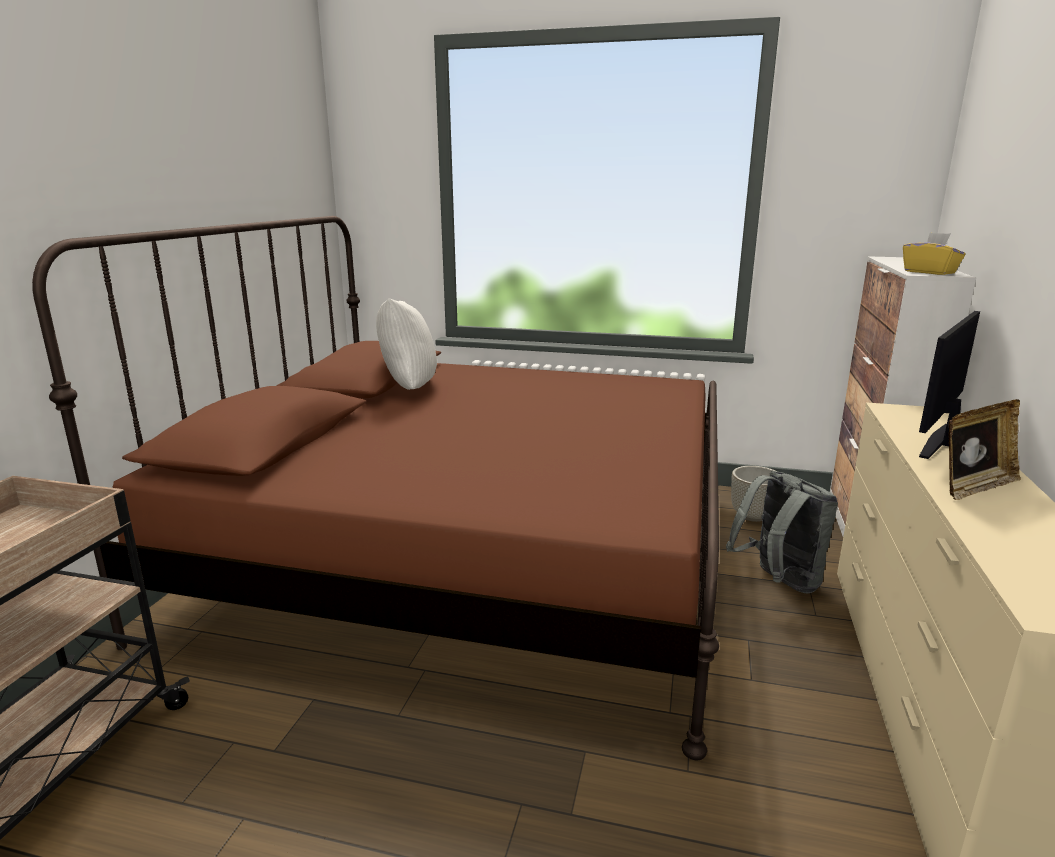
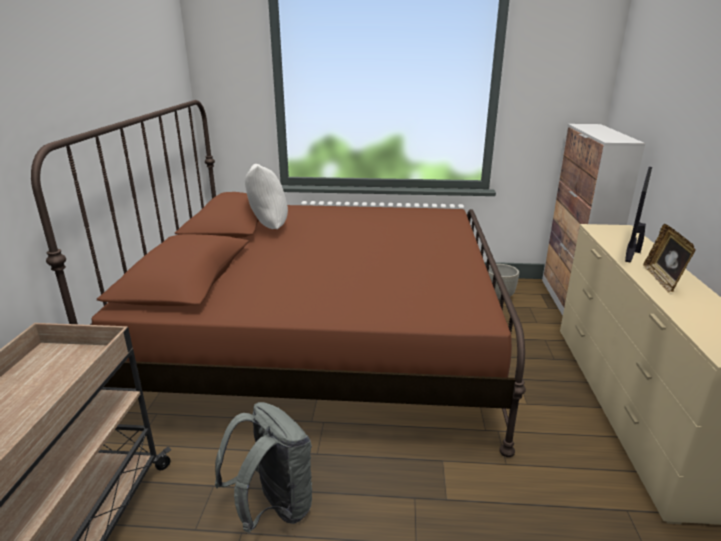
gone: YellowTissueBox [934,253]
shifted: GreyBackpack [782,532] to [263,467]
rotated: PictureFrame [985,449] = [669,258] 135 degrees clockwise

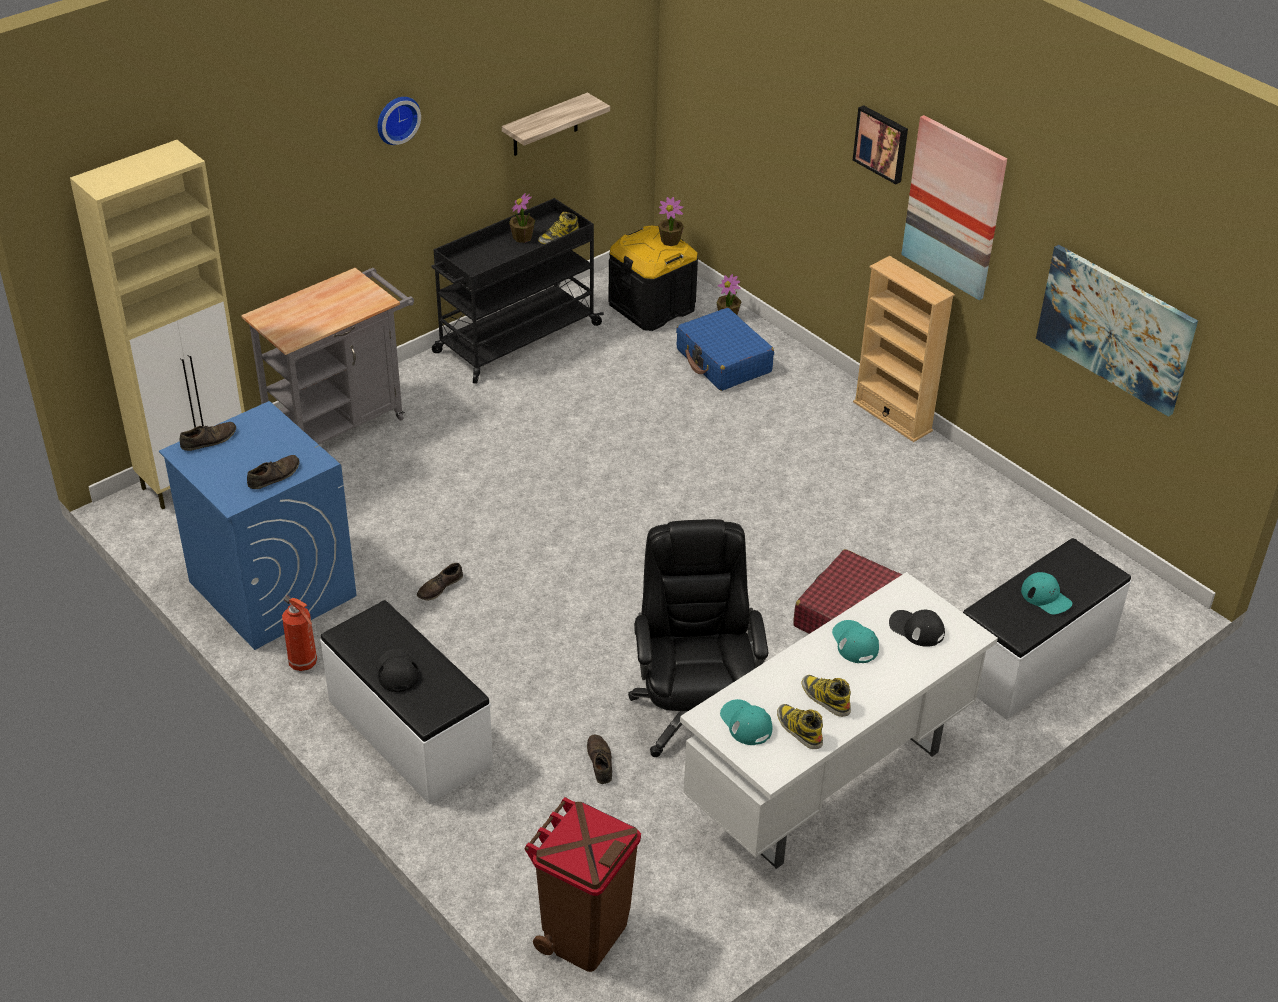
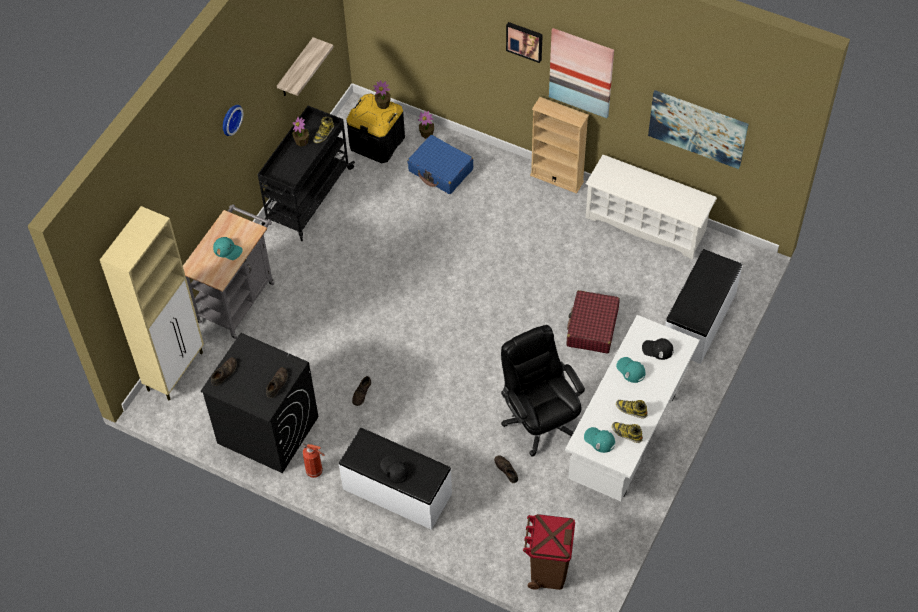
new: WhiteShoeRack [651,207]
shifted: TurquoiseCap [1046,593] to [228,248]
repainted: BlueWashingMachine [258,525] to BlackWashingMachine [259,403]

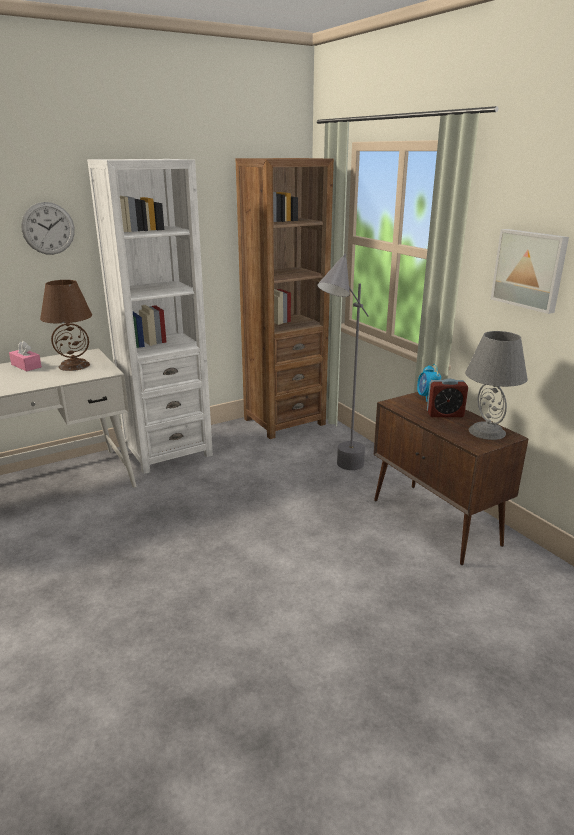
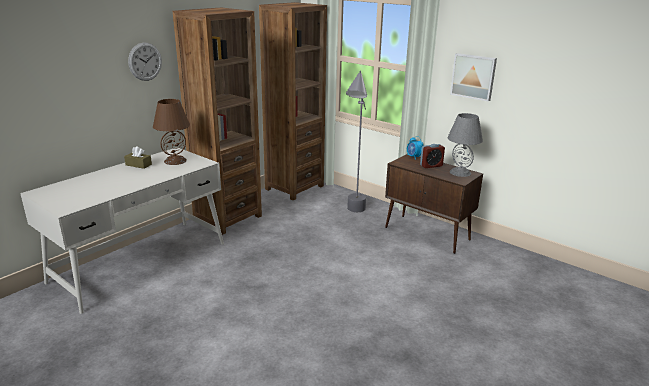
repainted: PinkTissueBox [25,356] to BrownTissueBox [138,157]; WhiteBookcase [150,316] to BrownBookcase [217,121]

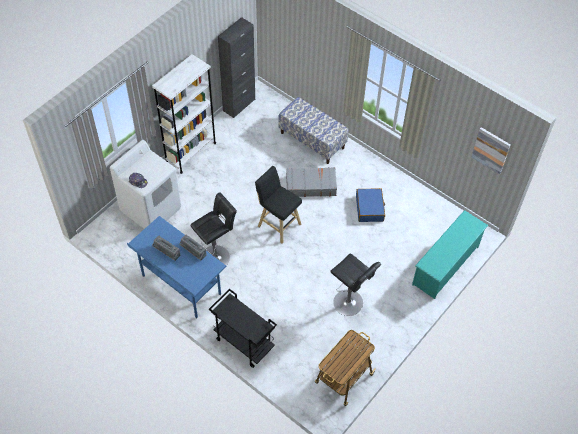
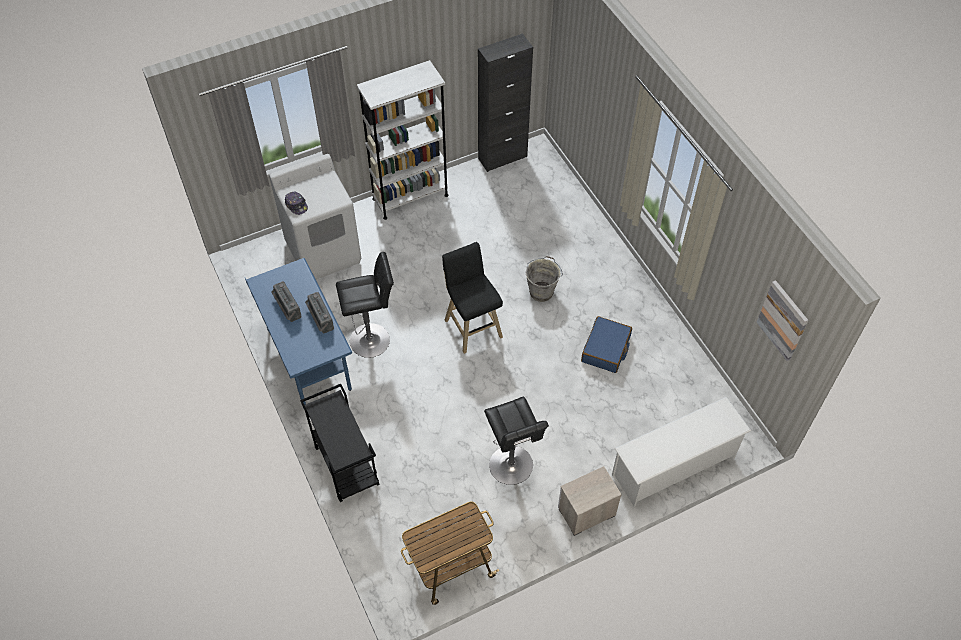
gone: Bench [313,130]
new: Nightstand [590,501]
swapped: GreySuitcase [311,182] to GreyBucket [544,279]
repainted: TurquoiseShoeRack [450,254] to WhiteShoeRack [681,451]

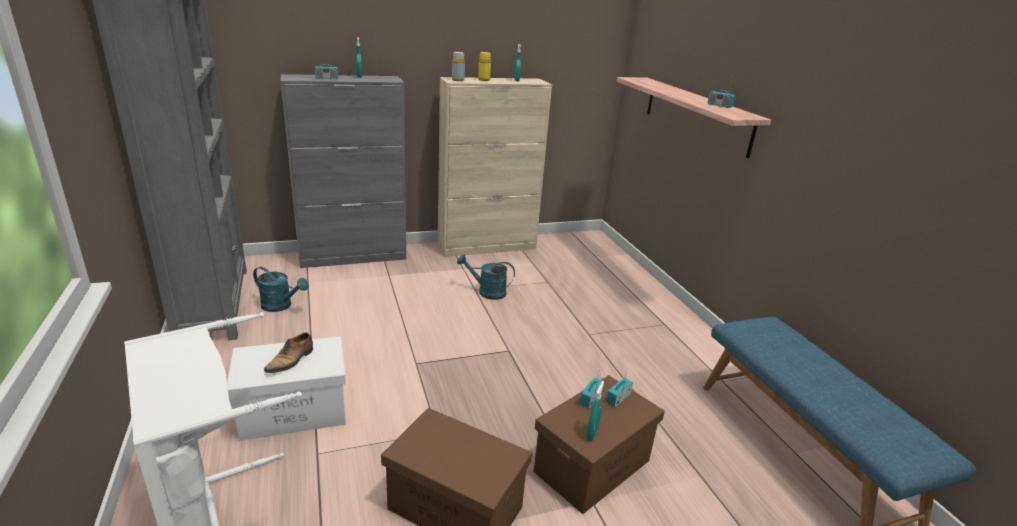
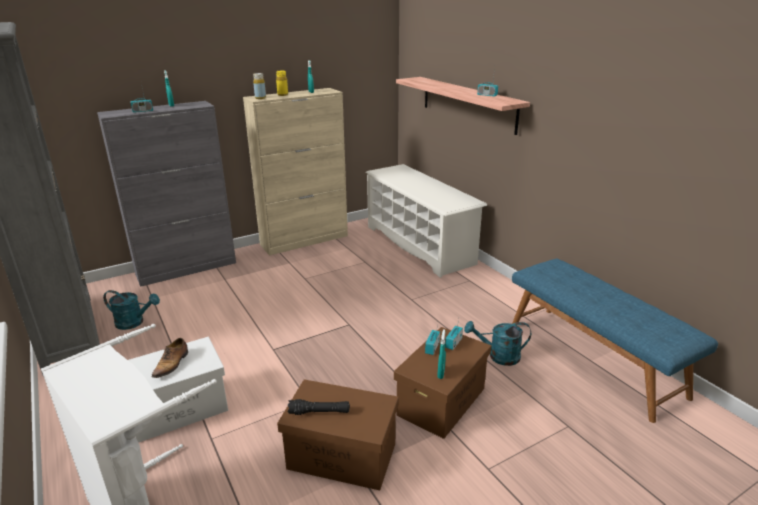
new: BlackFlashlight [319,407]; WhiteShoeRack [426,221]
shifted: TurquoiseWateringCan [486,277] to [497,343]

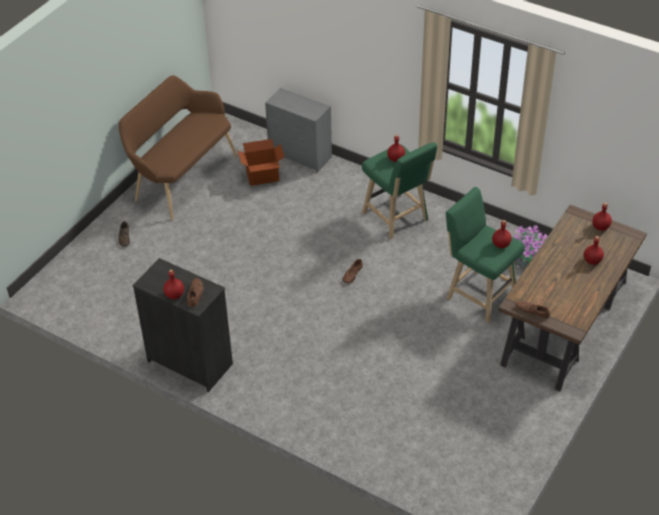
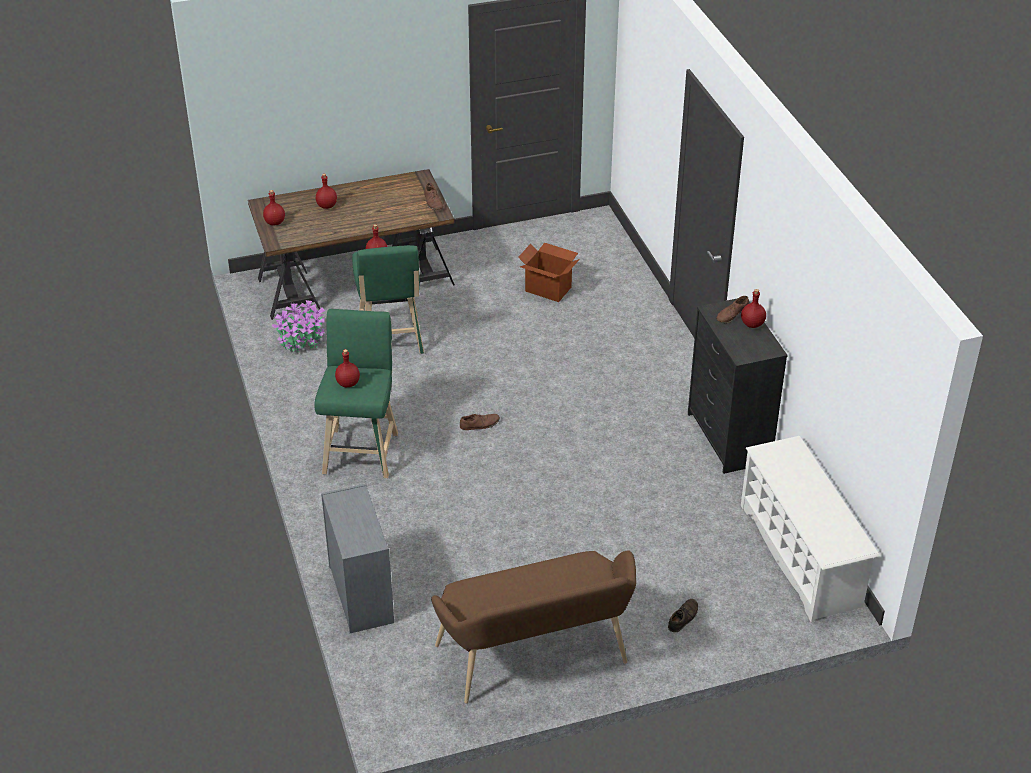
new: WhiteShoeRack [810,529]
shifted: CardboardBox [261,162] to [549,272]

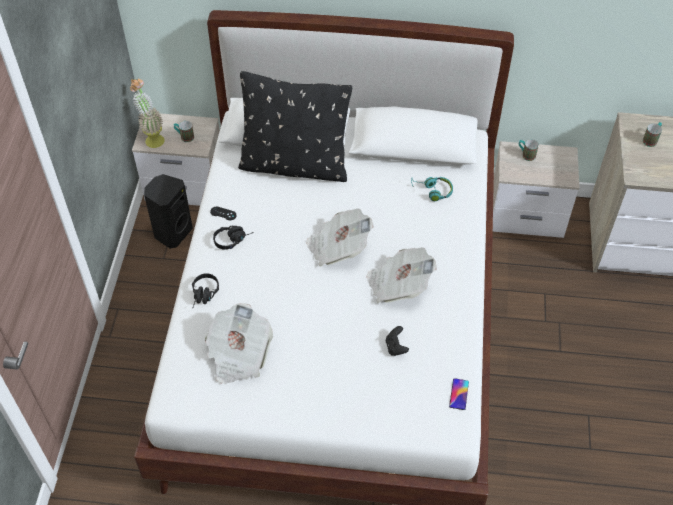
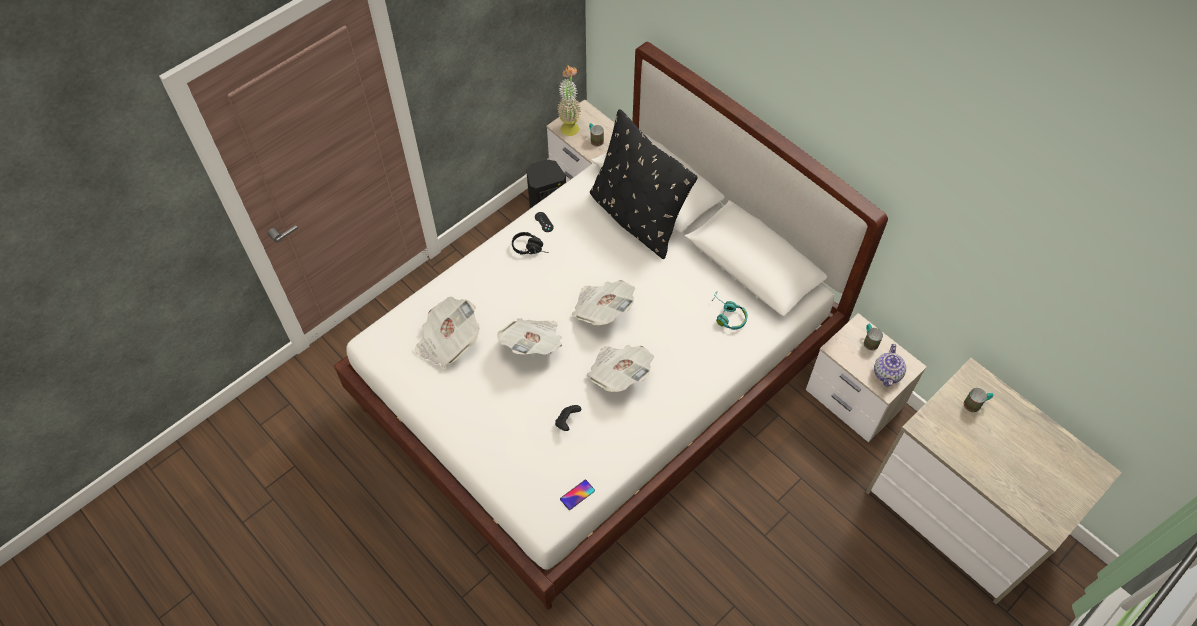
gone: BlackHeadphones [205,291]
new: Newspaper [529,336]; Teapot [890,365]

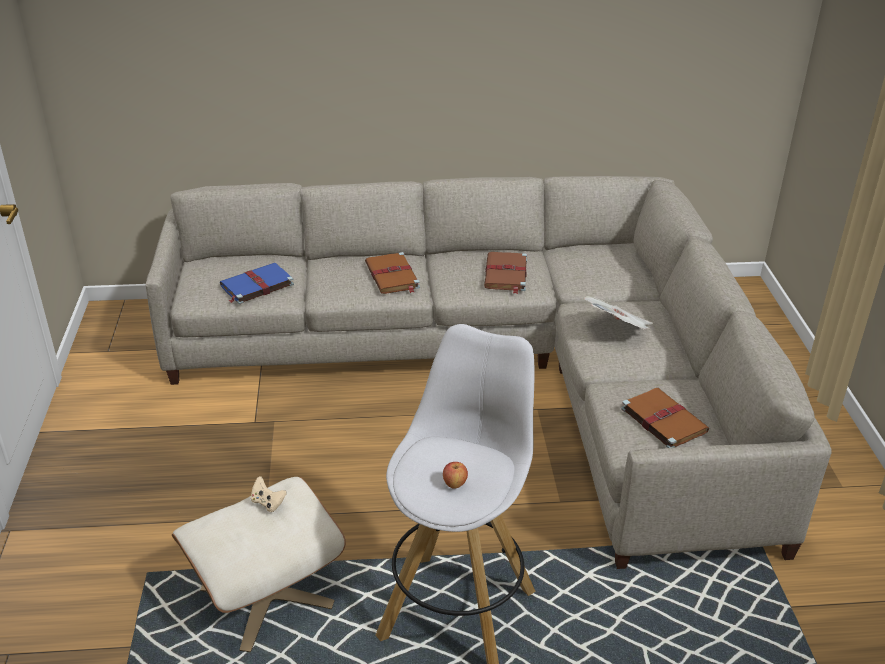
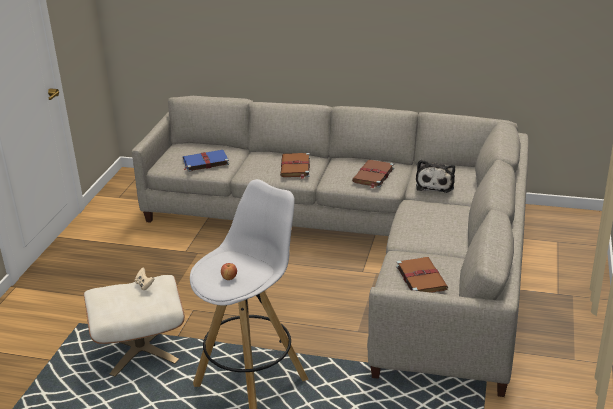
gone: Newspaper [618,313]
new: PlushToy [435,176]

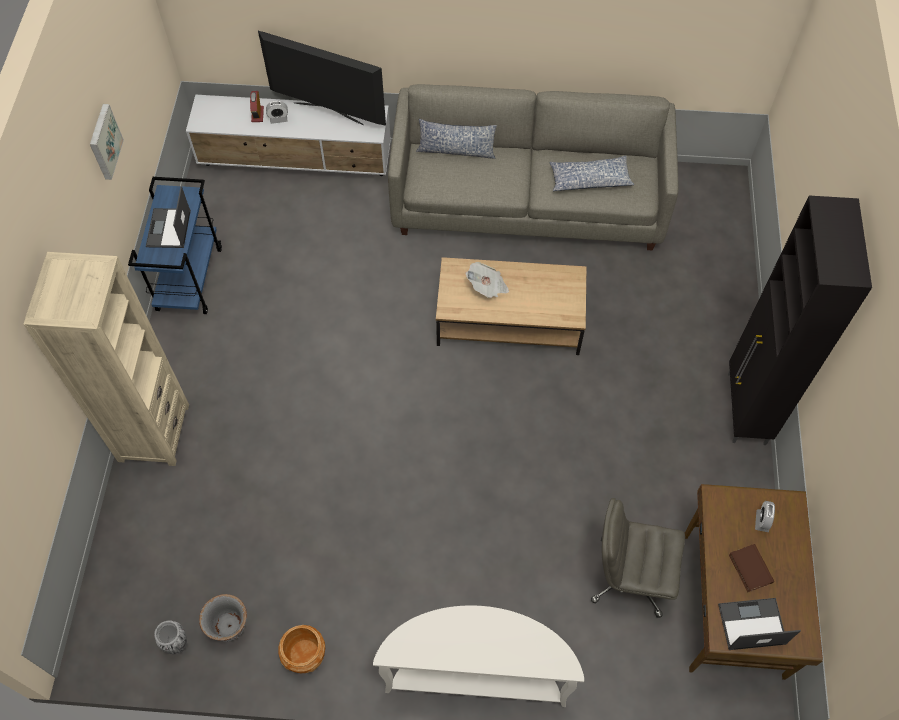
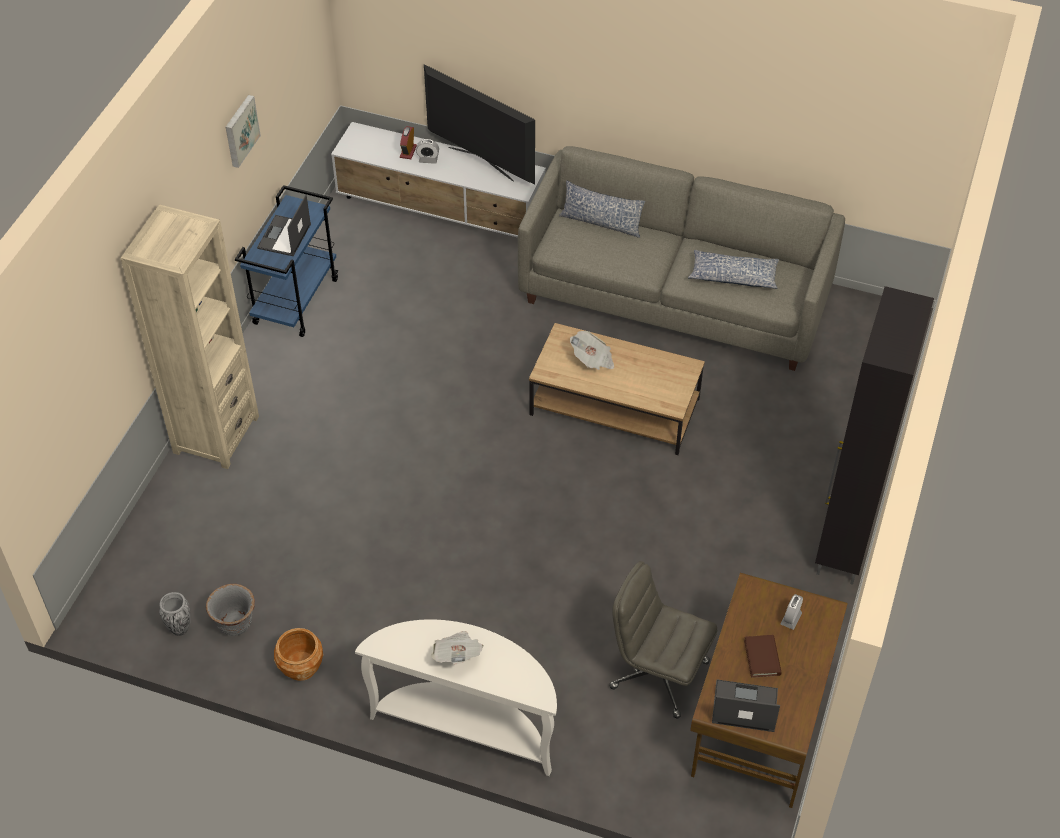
new: Newspaper [457,647]

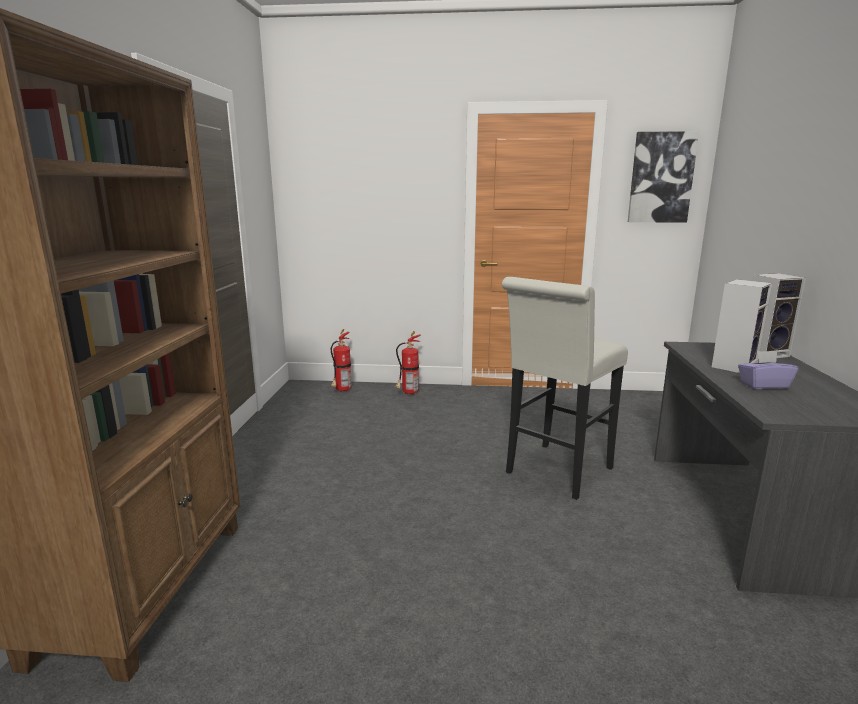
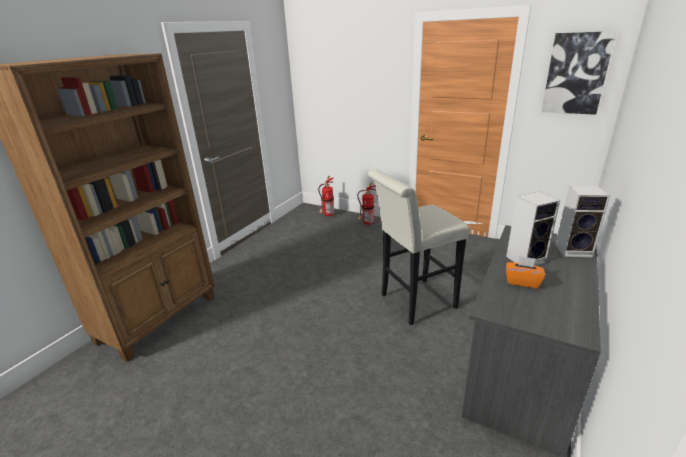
repainted: PurpleTissueBox [768,370] to OrangeTissueBox [526,272]

